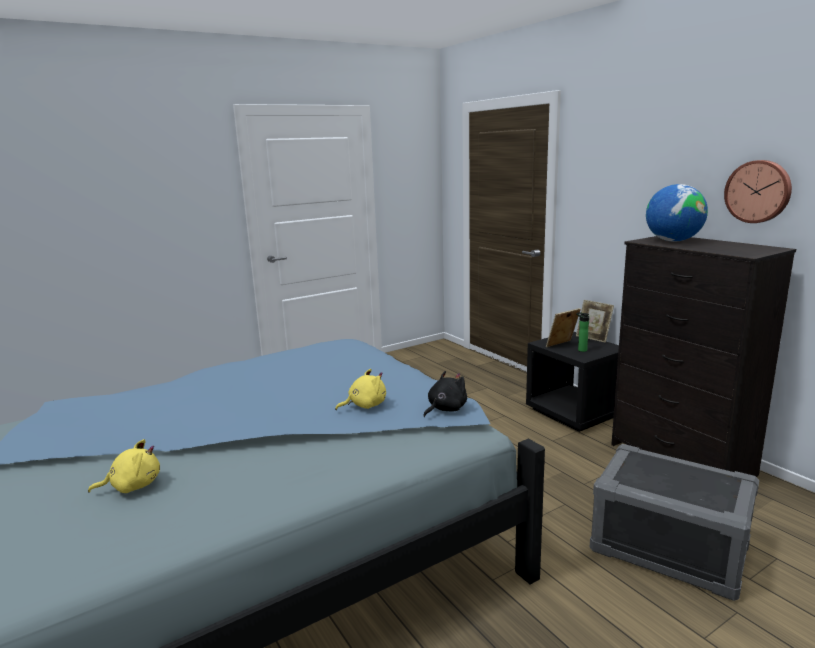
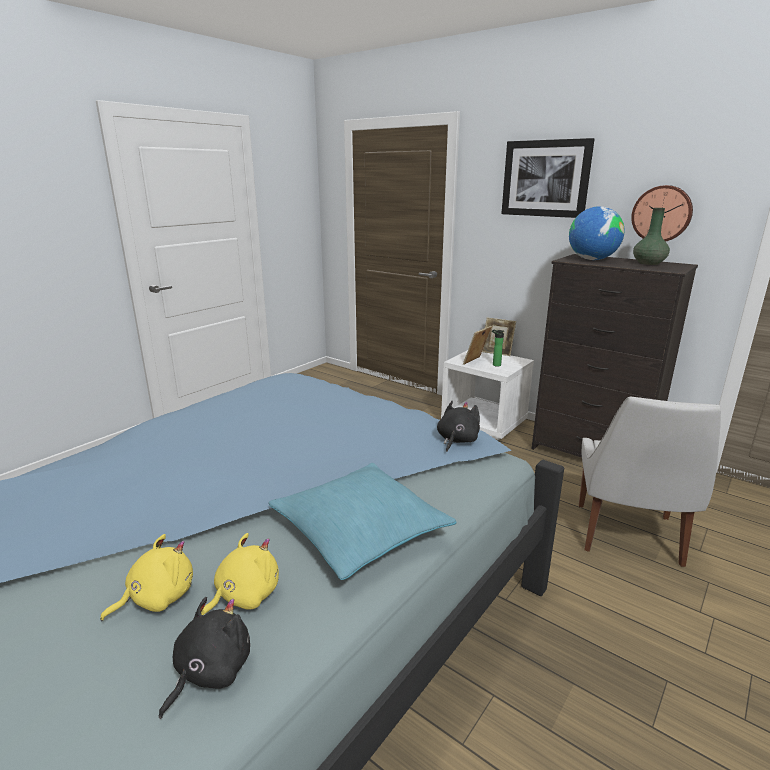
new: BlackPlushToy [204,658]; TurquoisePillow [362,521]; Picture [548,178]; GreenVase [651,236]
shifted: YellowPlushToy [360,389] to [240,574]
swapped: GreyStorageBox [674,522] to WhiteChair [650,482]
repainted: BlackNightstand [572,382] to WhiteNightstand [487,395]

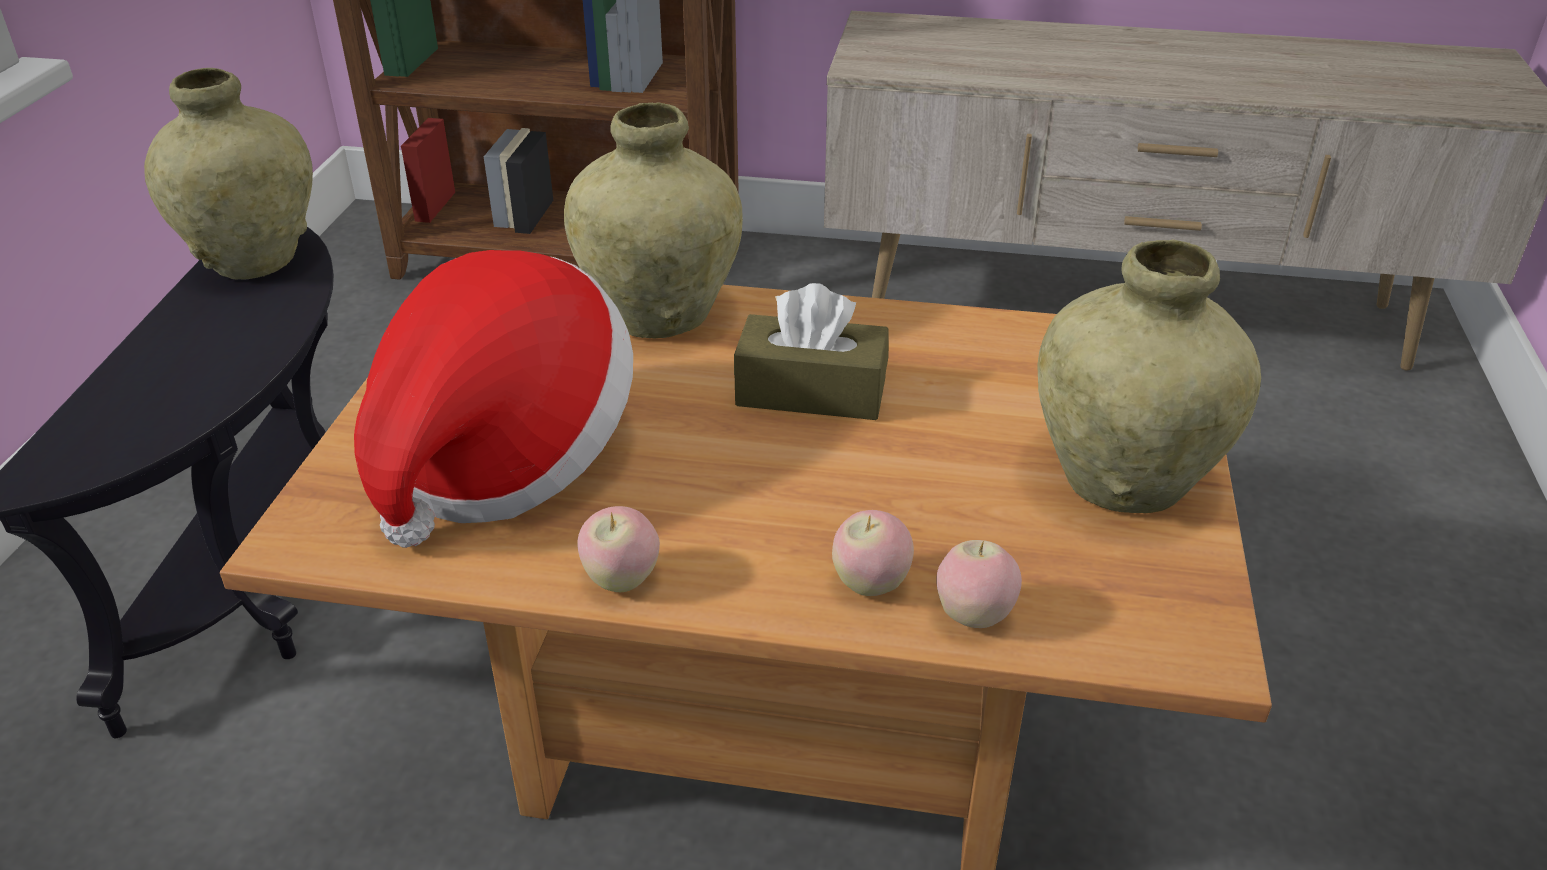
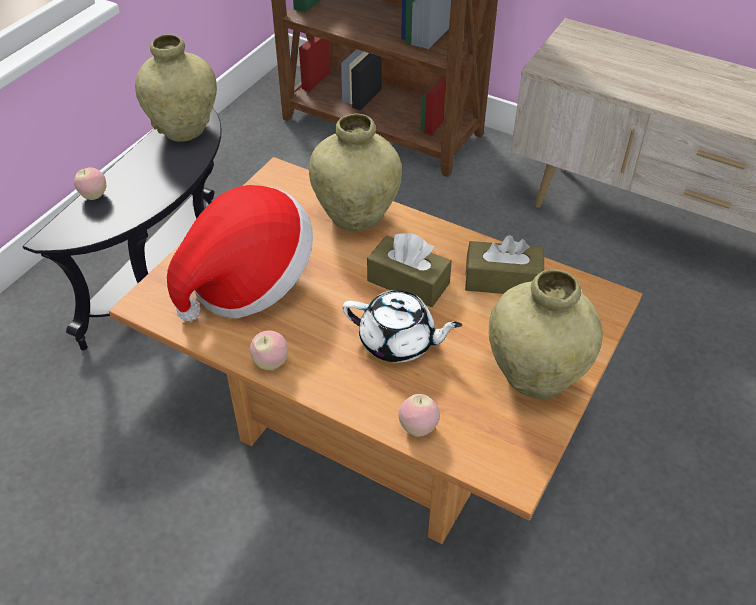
new: WhiteTeapot [402,326]; BrownTissueBox [504,264]
shifted: Apple [873,553] to [90,183]

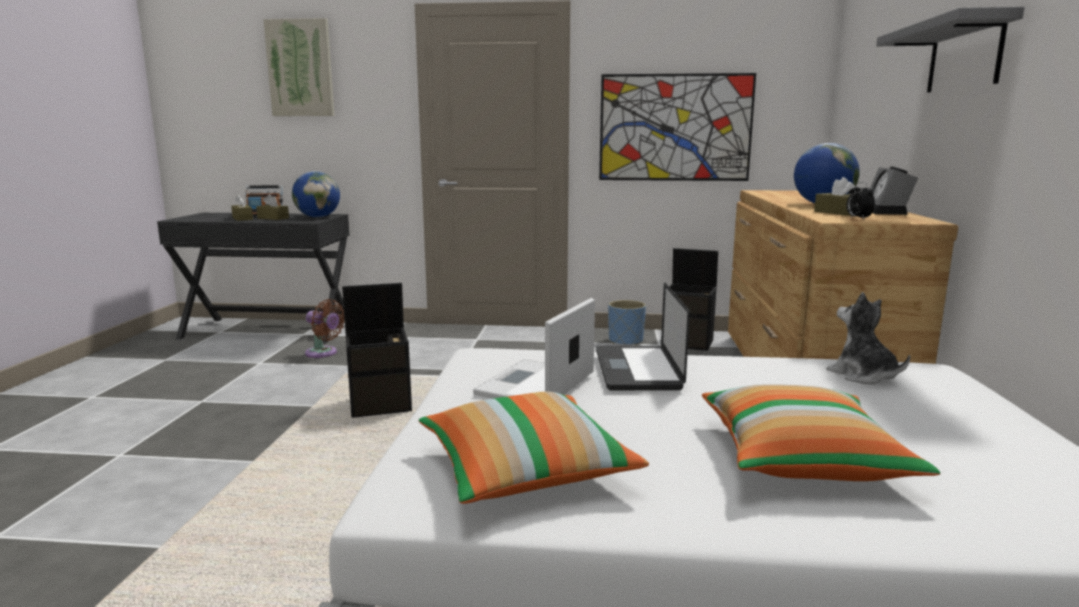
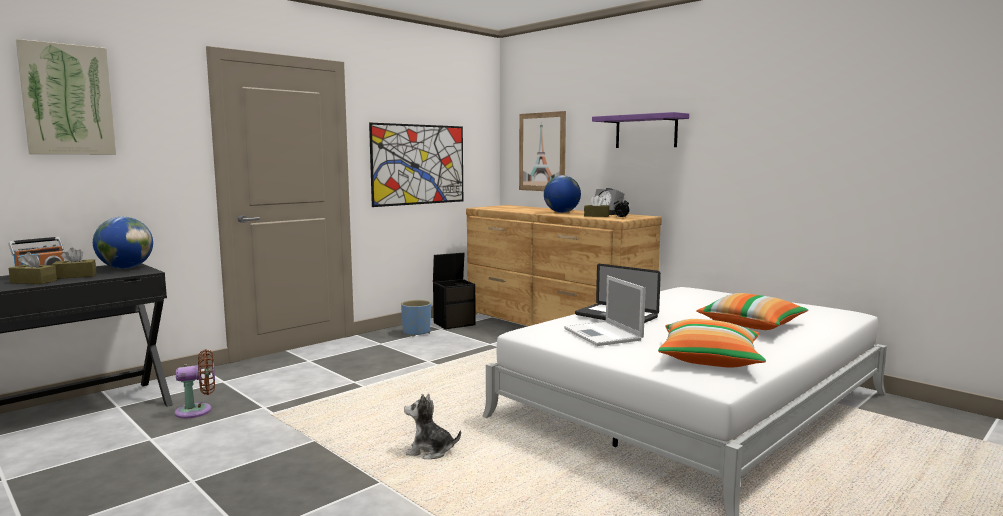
gone: BlackStorageBox [377,350]
new: Picture [542,151]
shifted: PlushToy [868,338] to [432,426]
repainted: GreyShelf [950,50] to PurpleShelf [640,130]

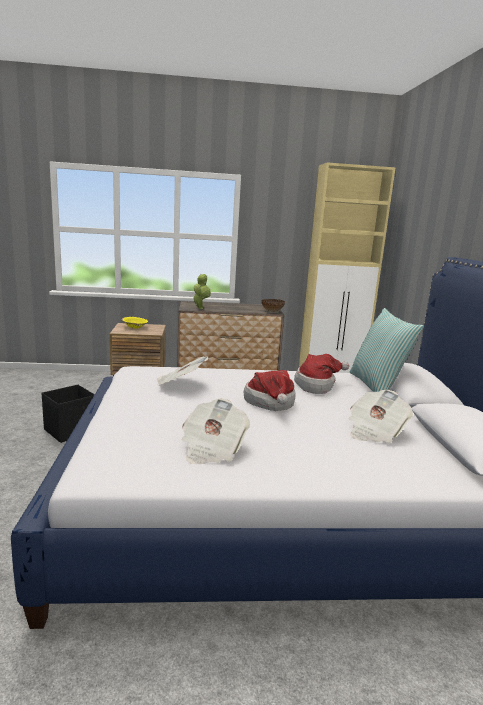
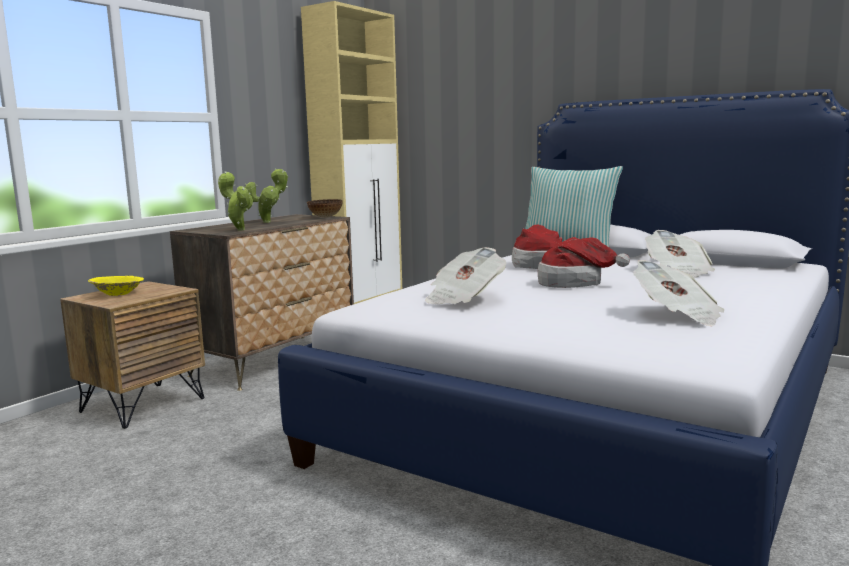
gone: BlackStorageBox [68,414]
new: PottedPlant [266,195]

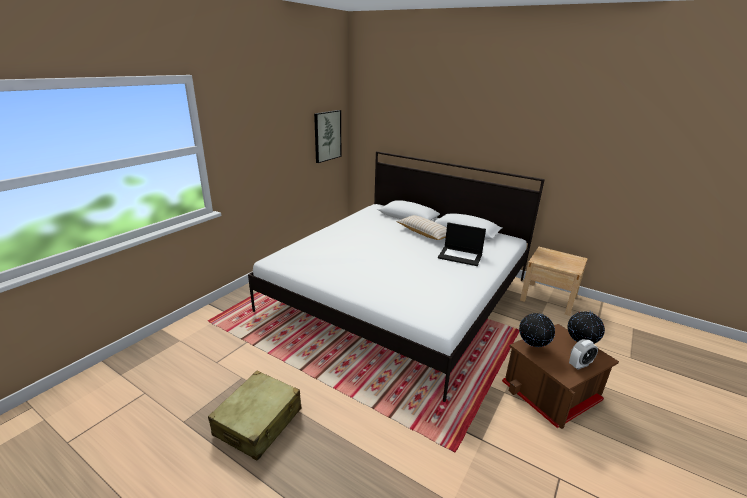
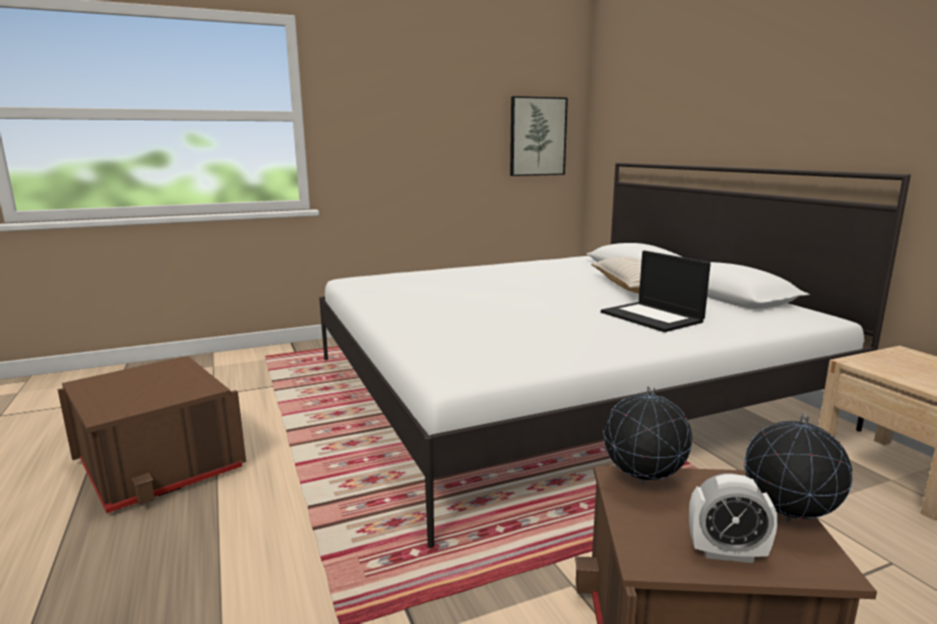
swapped: BeigeSuitcase [254,416] to BrownStorageBox [152,434]

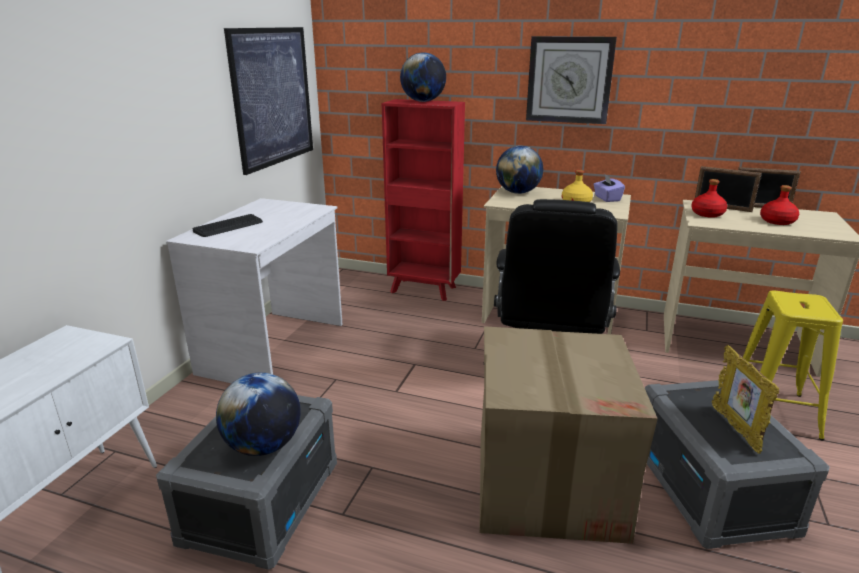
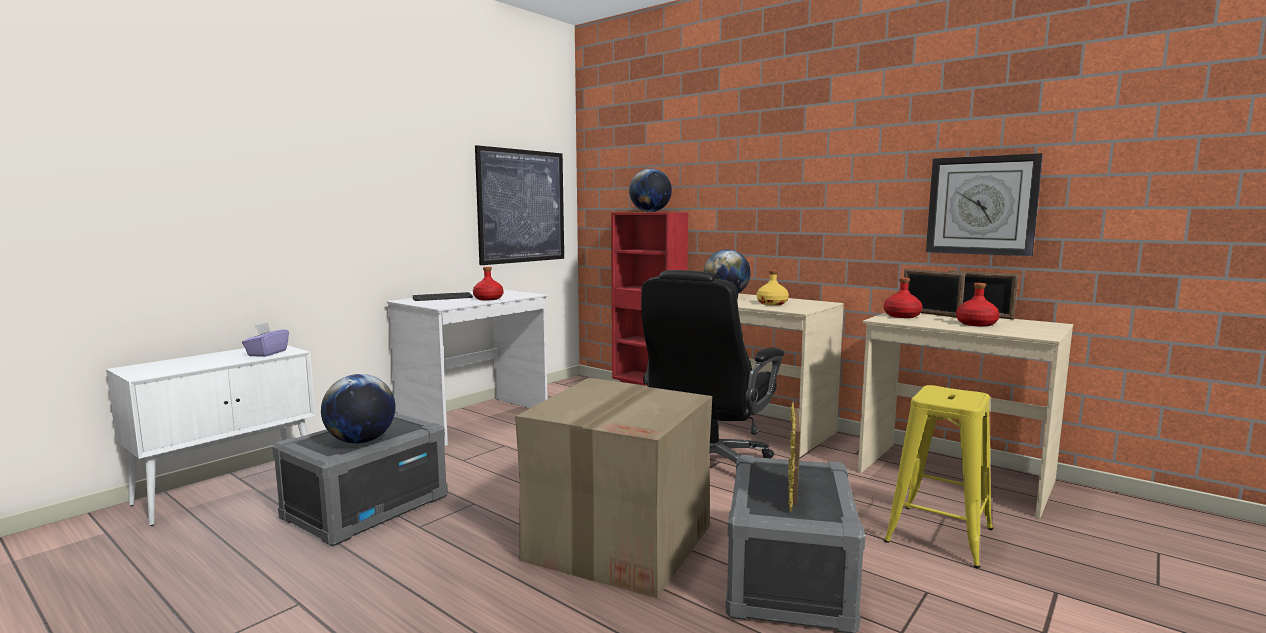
new: RedBottle [488,283]
shifted: WallClock [571,80] to [984,204]; PurpleTissueBox [609,188] to [265,339]

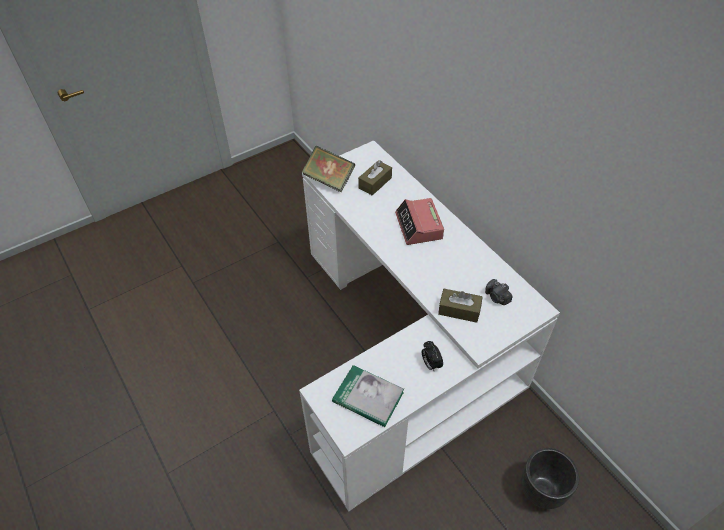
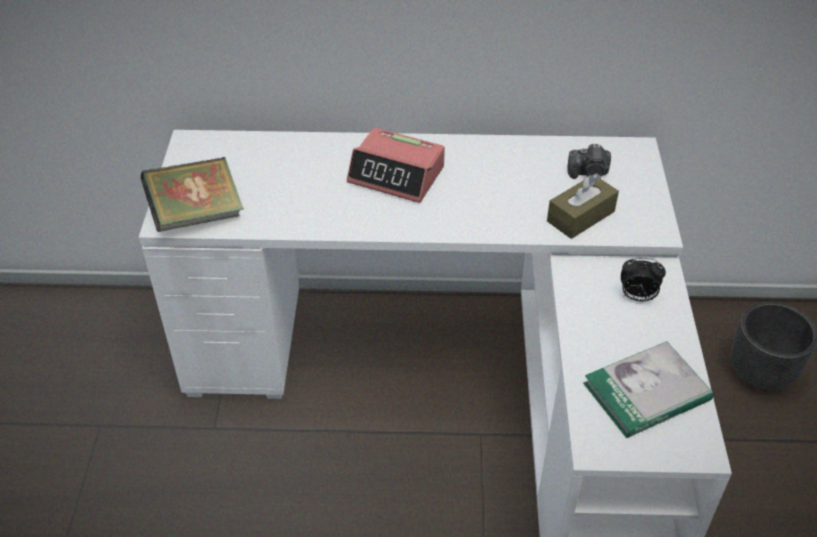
gone: BrownTissueBox [375,177]

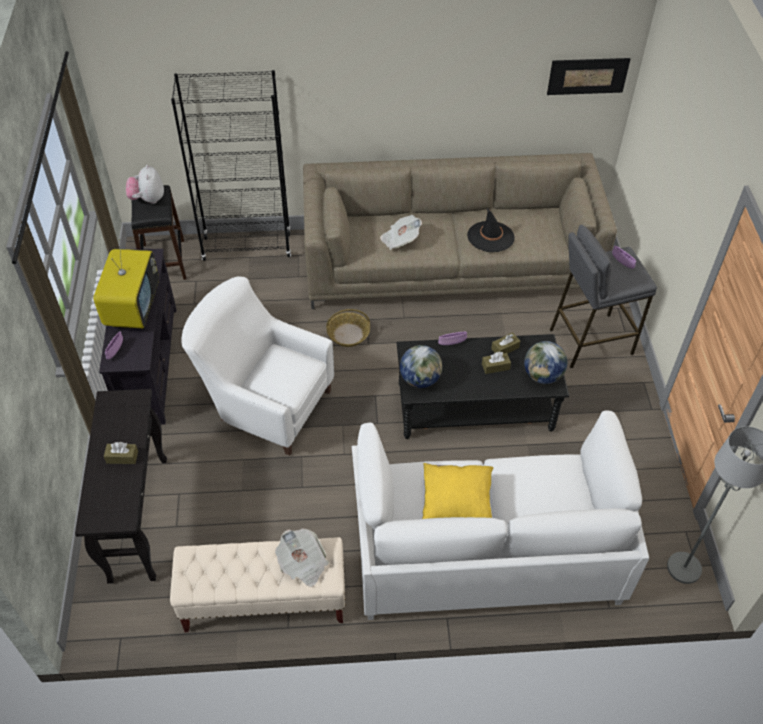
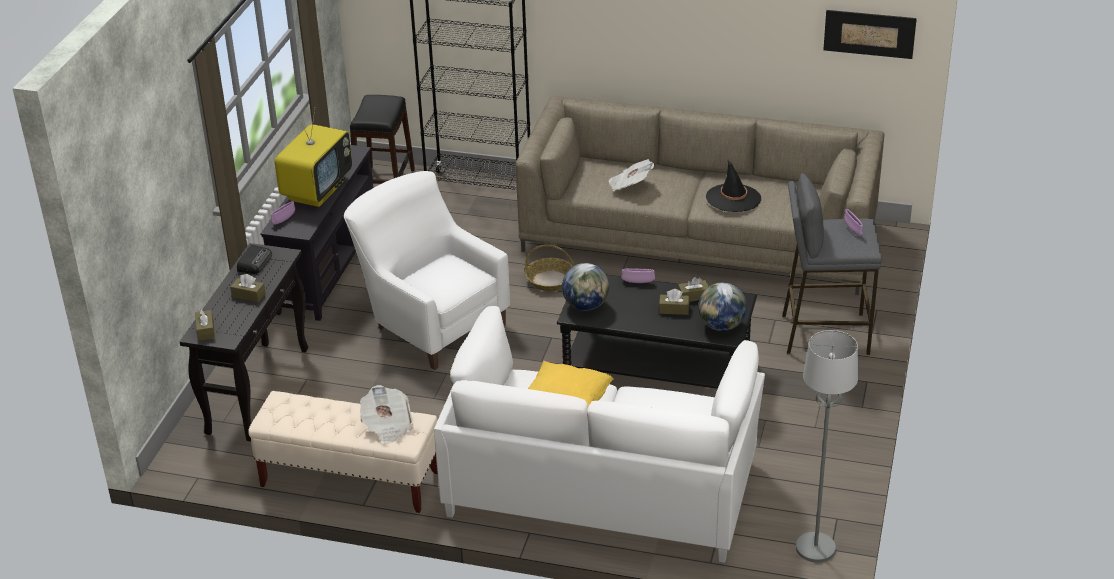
gone: PlushToy [145,184]
new: BrownTissueBox [205,324]; Radio [254,259]

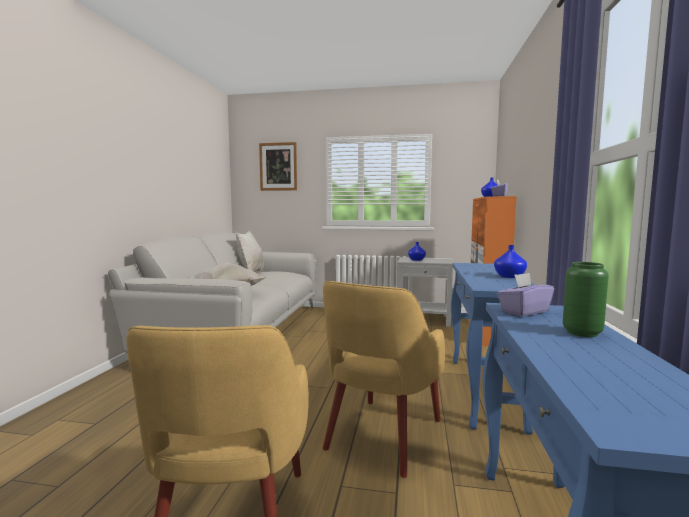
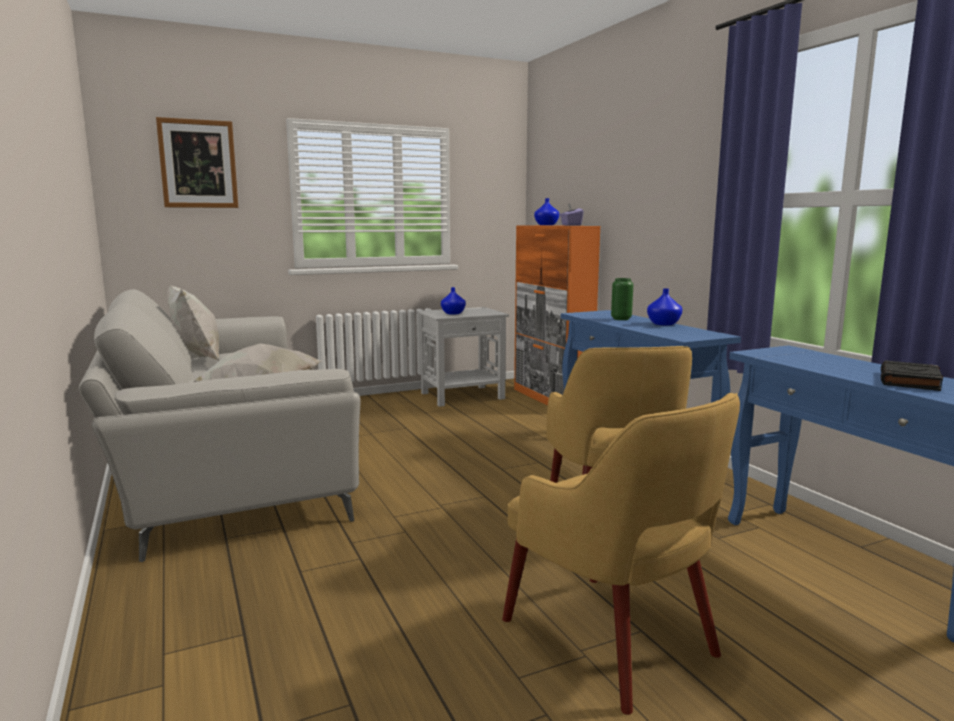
gone: PurpleTissueBox [525,294]
new: BlackBook [912,375]
shifted: GreenVase [586,299] to [622,299]

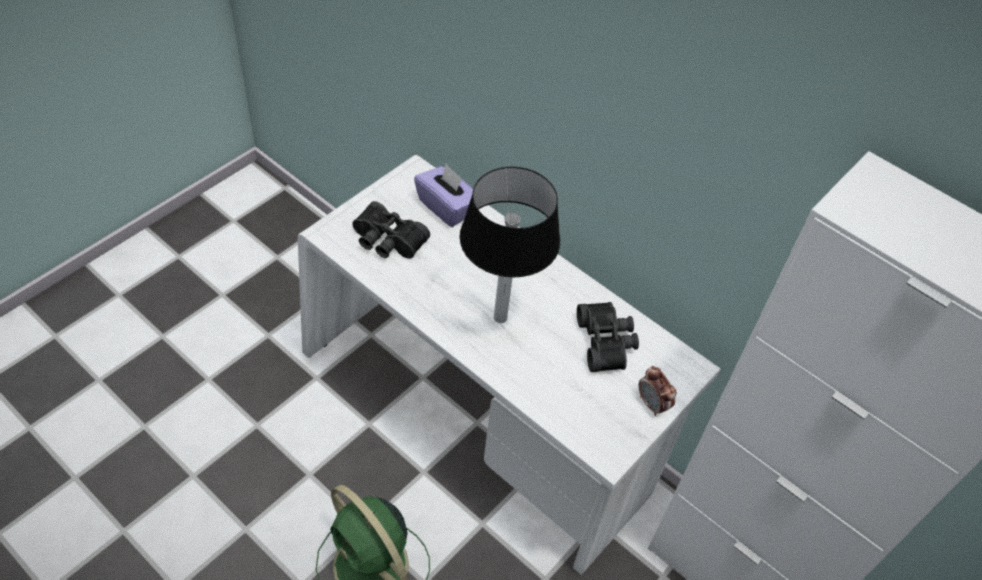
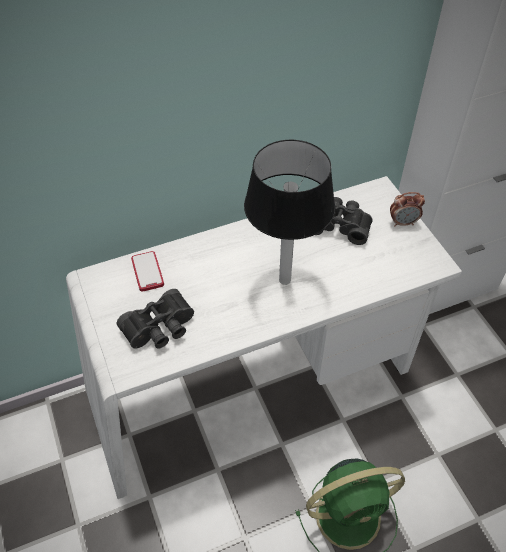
swapped: PurpleTissueBox [443,195] to Phone [147,271]

